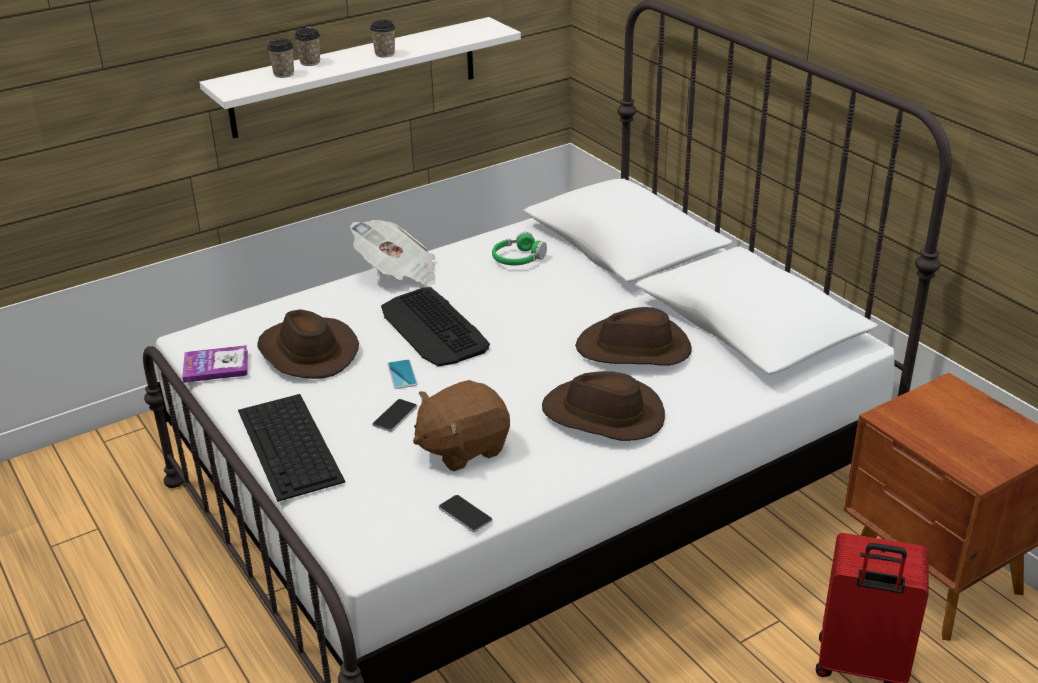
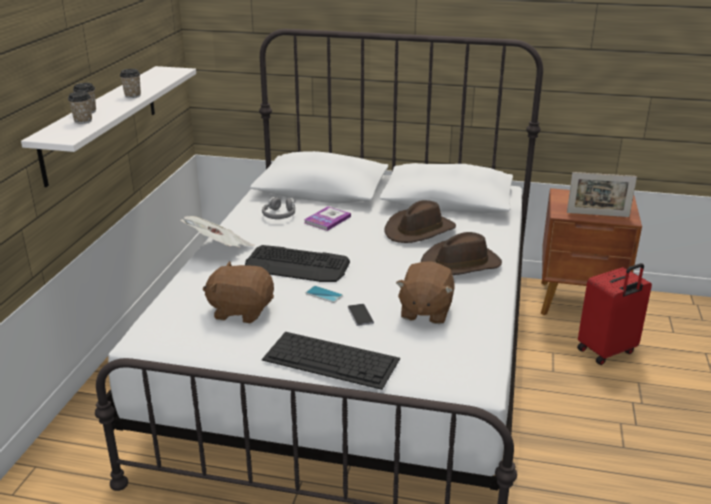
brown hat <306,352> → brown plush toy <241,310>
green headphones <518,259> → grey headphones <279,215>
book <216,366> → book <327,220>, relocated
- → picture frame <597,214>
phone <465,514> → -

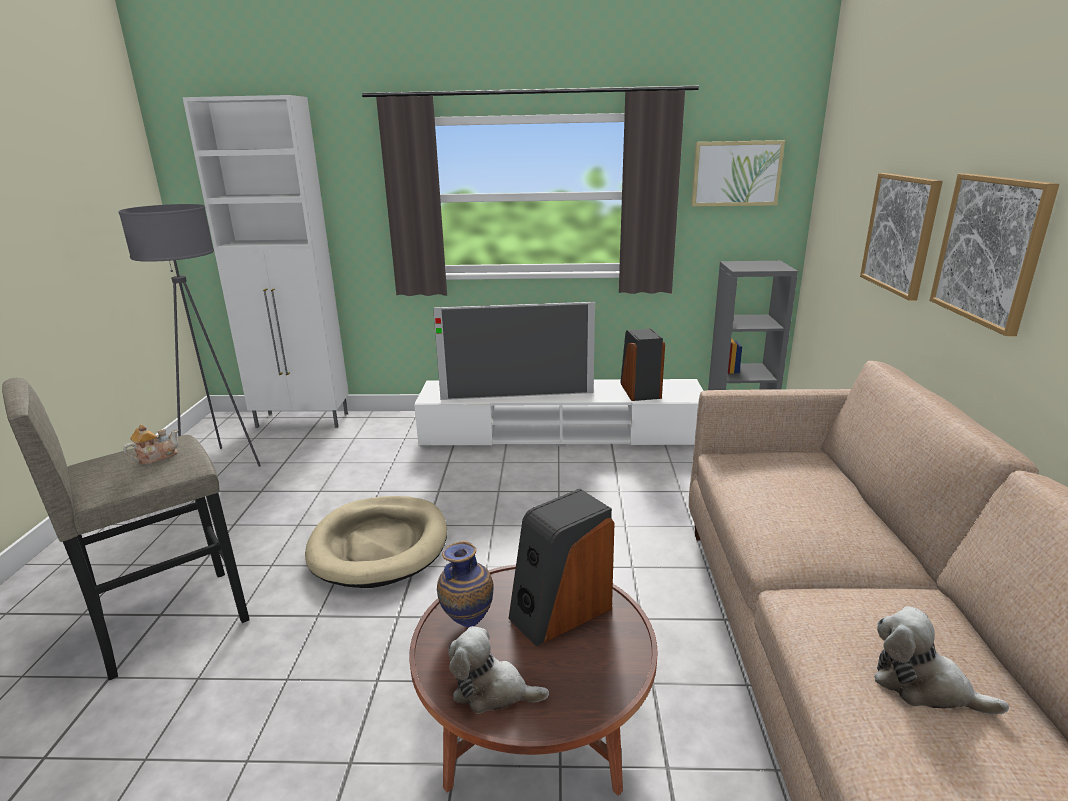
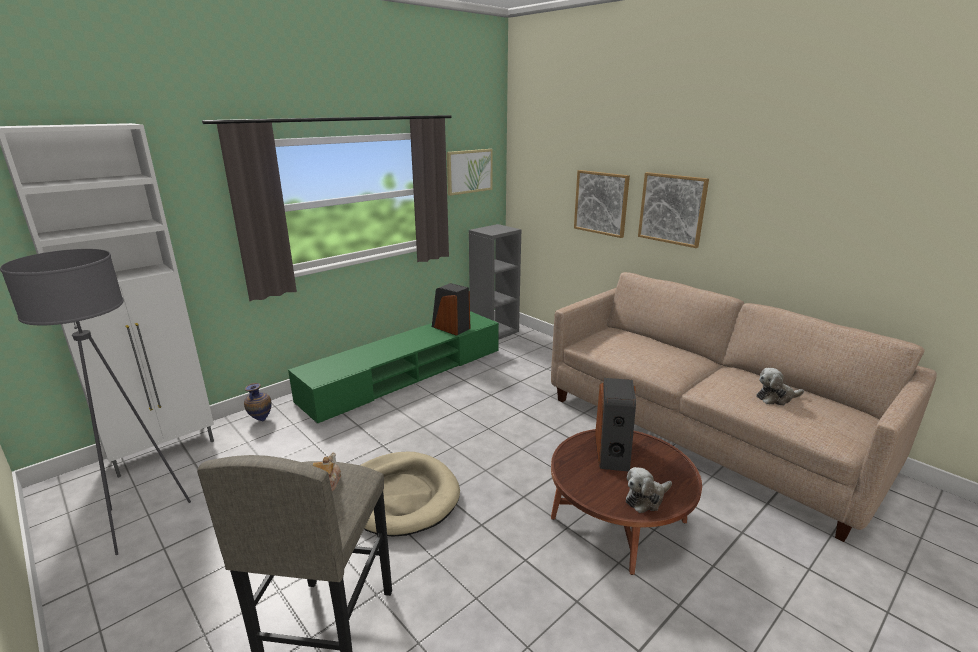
vase <467,623> → vase <260,420>, relocated
white tv stand <561,433> → green tv stand <406,375>
television <517,396> → -

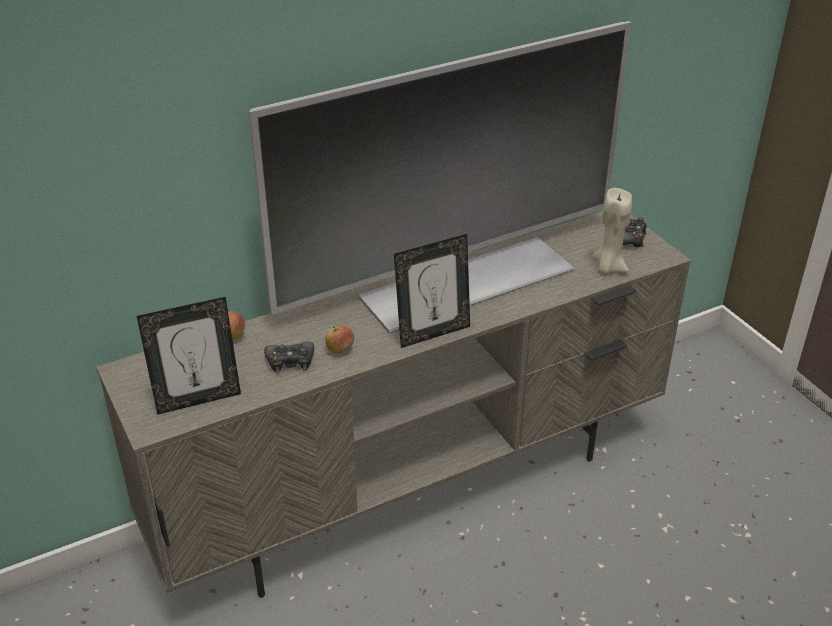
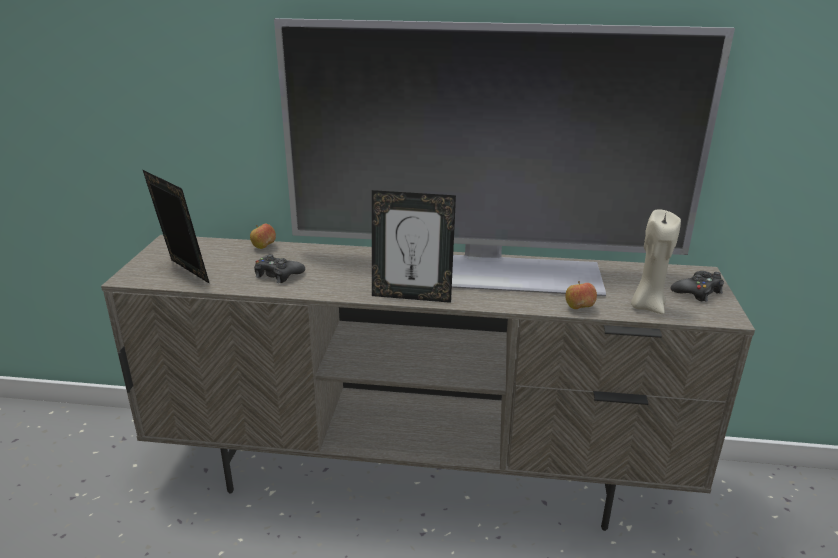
picture frame <198,399> → picture frame <184,273>, 150 degrees counterclockwise
apple <340,349> → apple <579,308>, relocated

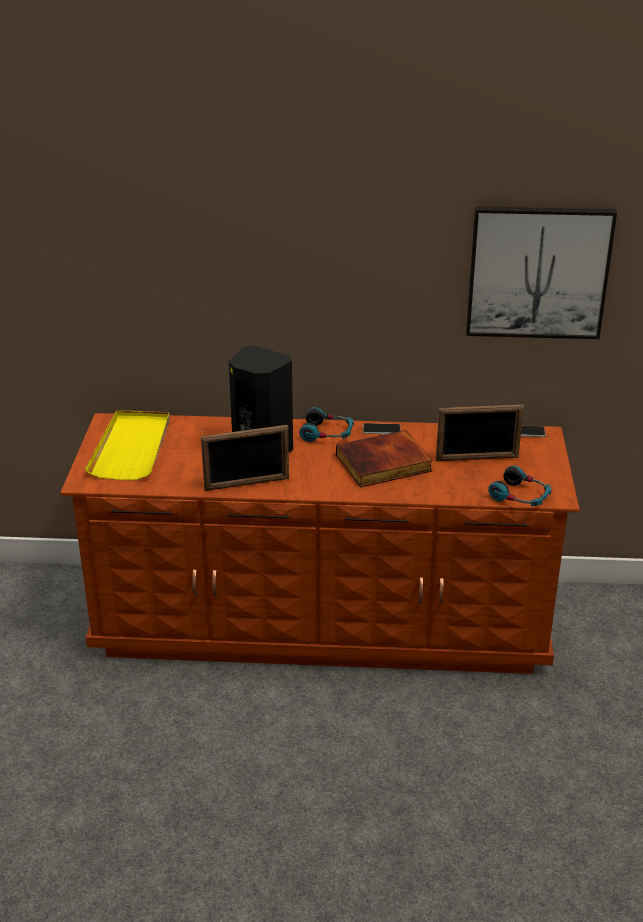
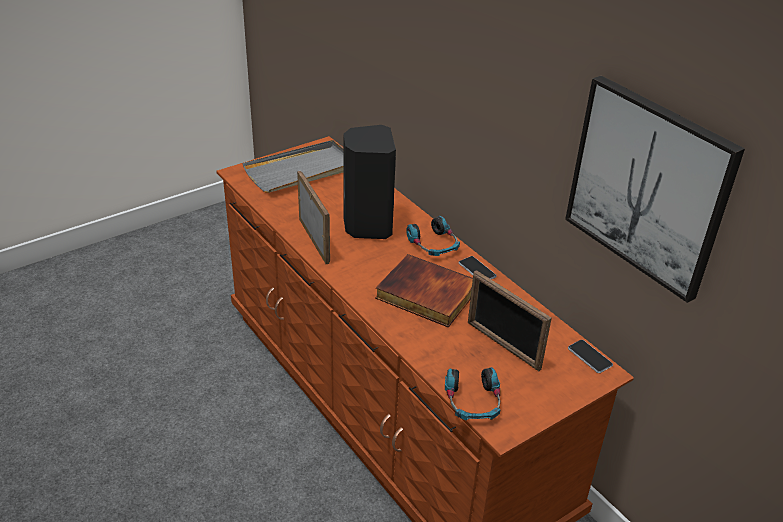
yellow tray <132,448> → grey tray <302,170>
picture frame <247,484> → picture frame <314,240>, 150 degrees counterclockwise

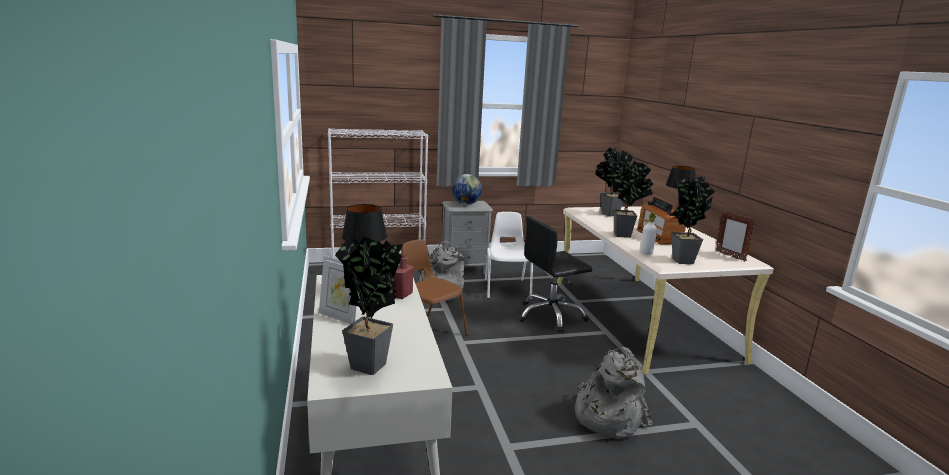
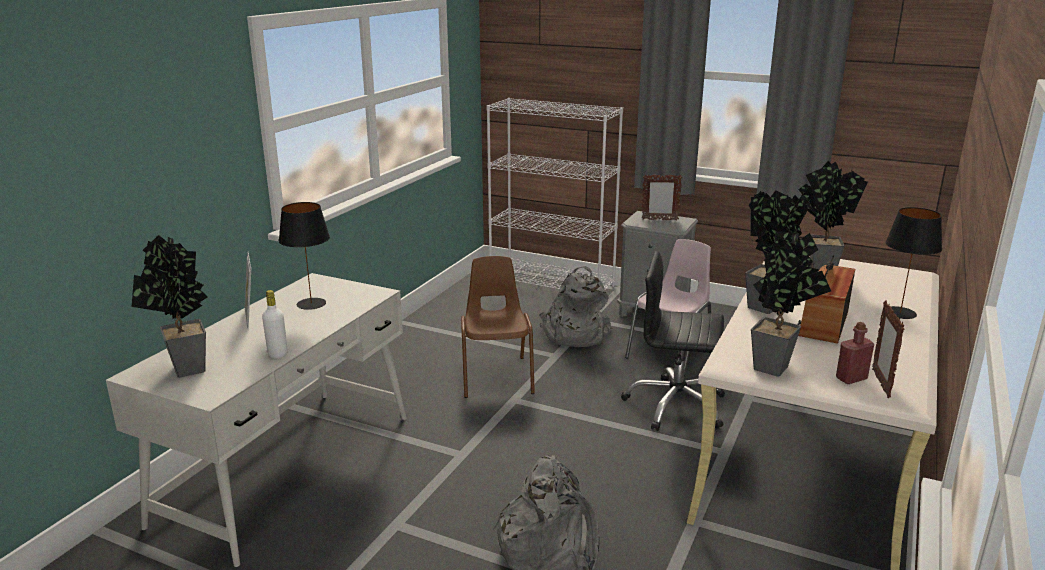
white bottle <646,253> → white bottle <277,354>, relocated
white chair <506,289> → pink chair <671,352>
globe <466,204> → picture frame <659,220>
red bottle <402,295> → red bottle <851,378>, relocated

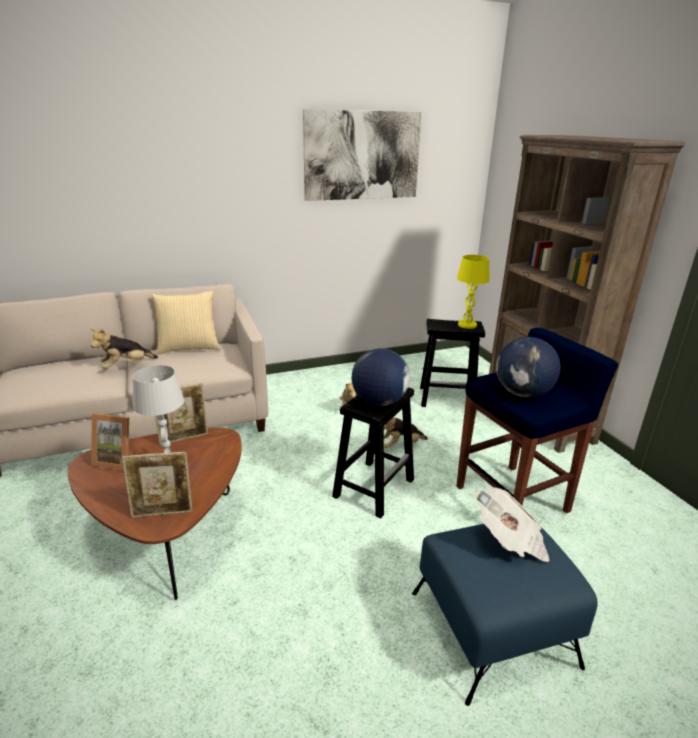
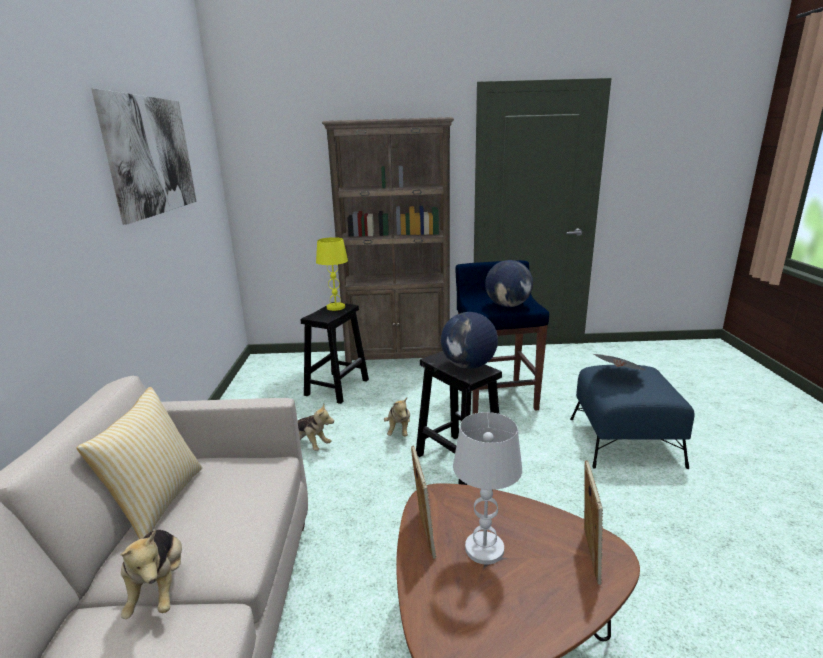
picture frame <117,460> → -

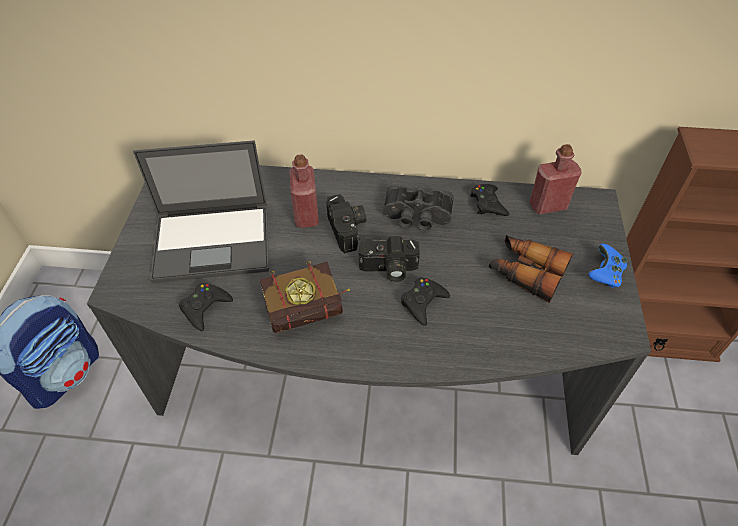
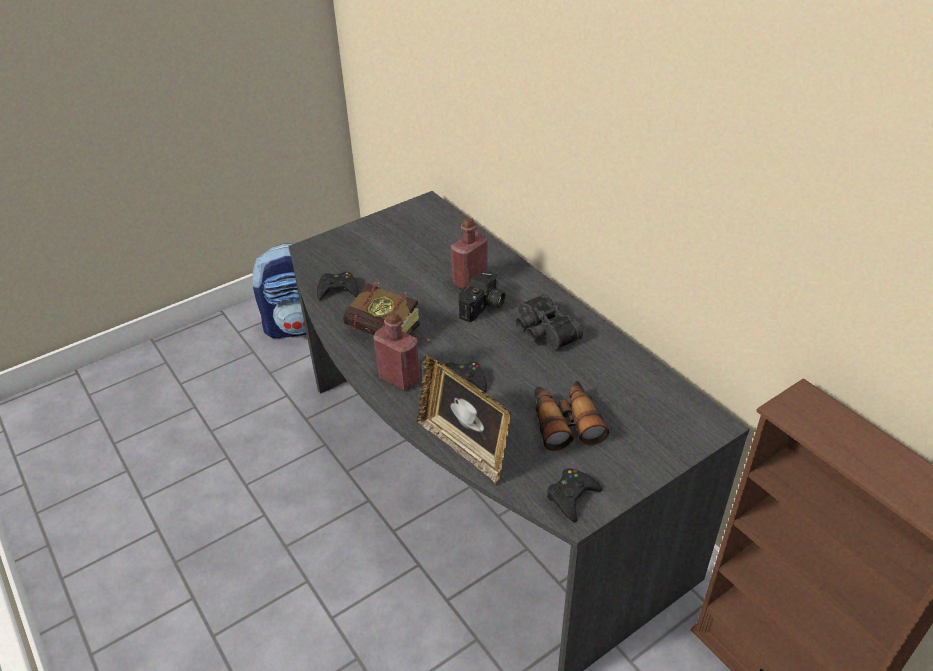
red bottle <548,205> → red bottle <399,378>, relocated
- → picture frame <464,446>
black game controller <488,204> → black game controller <572,497>, relocated
laptop <214,242> → -
photo camera <388,269> → -
blue game controller <604,275> → -

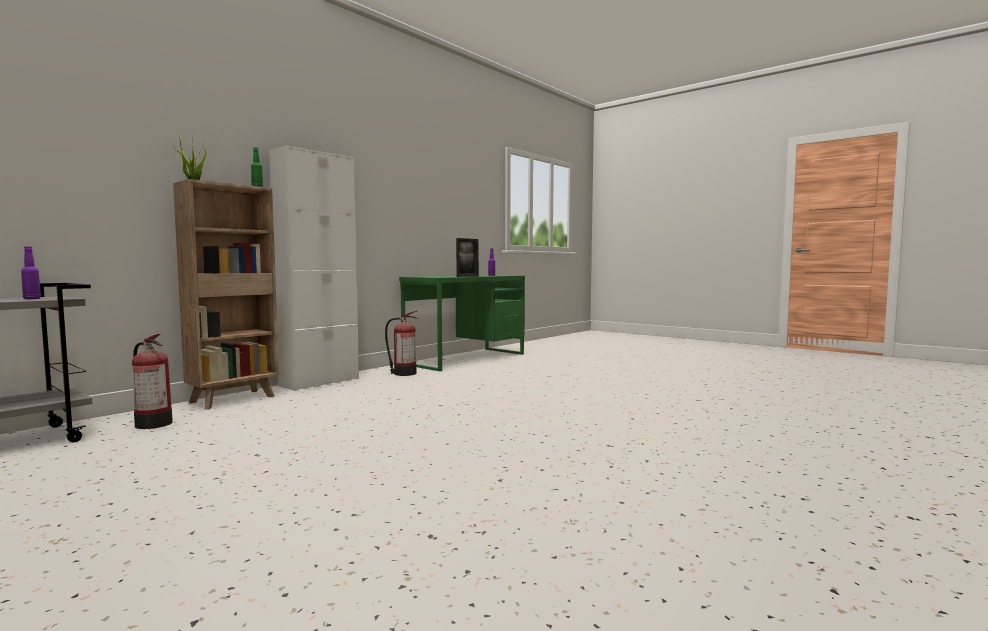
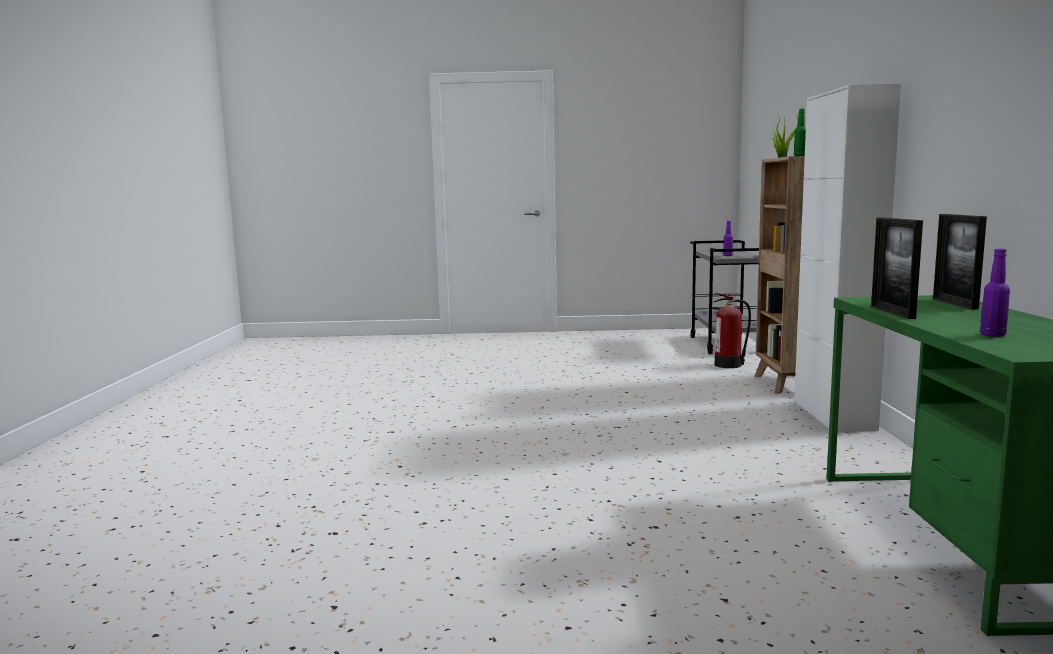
- → picture frame <954,303>
fire extinguisher <403,373> → -

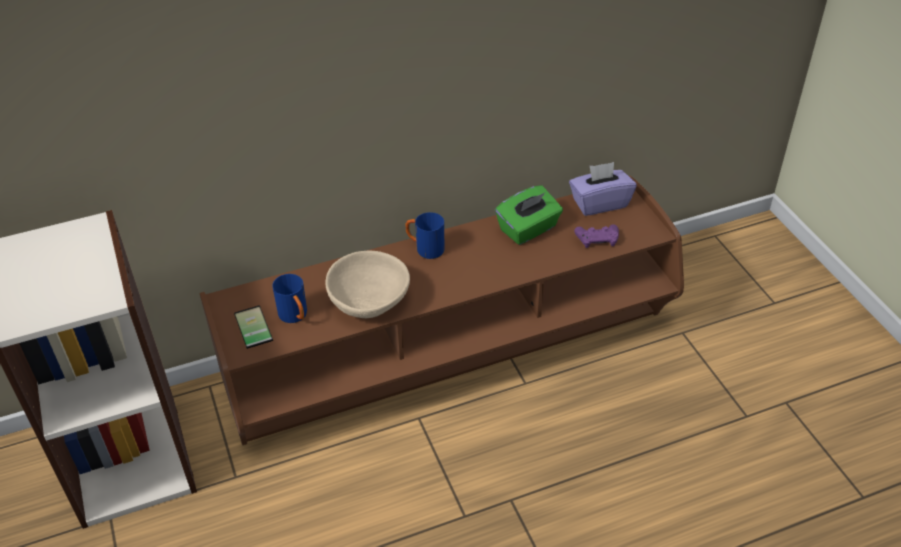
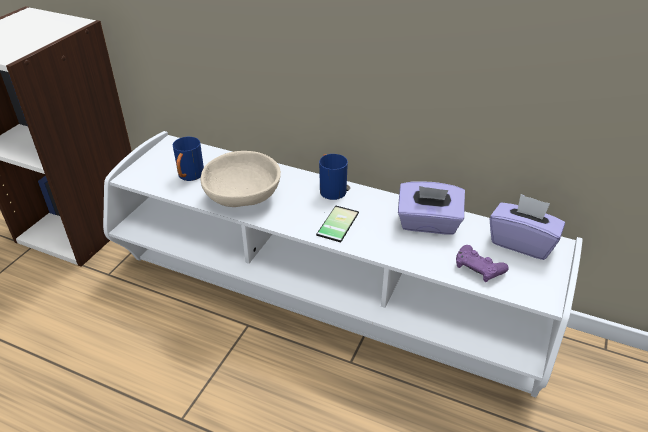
brown tv stand <452,356> → white tv stand <325,302>
phone <250,328> → phone <335,223>, relocated
green tissue box <528,229> → purple tissue box <428,224>

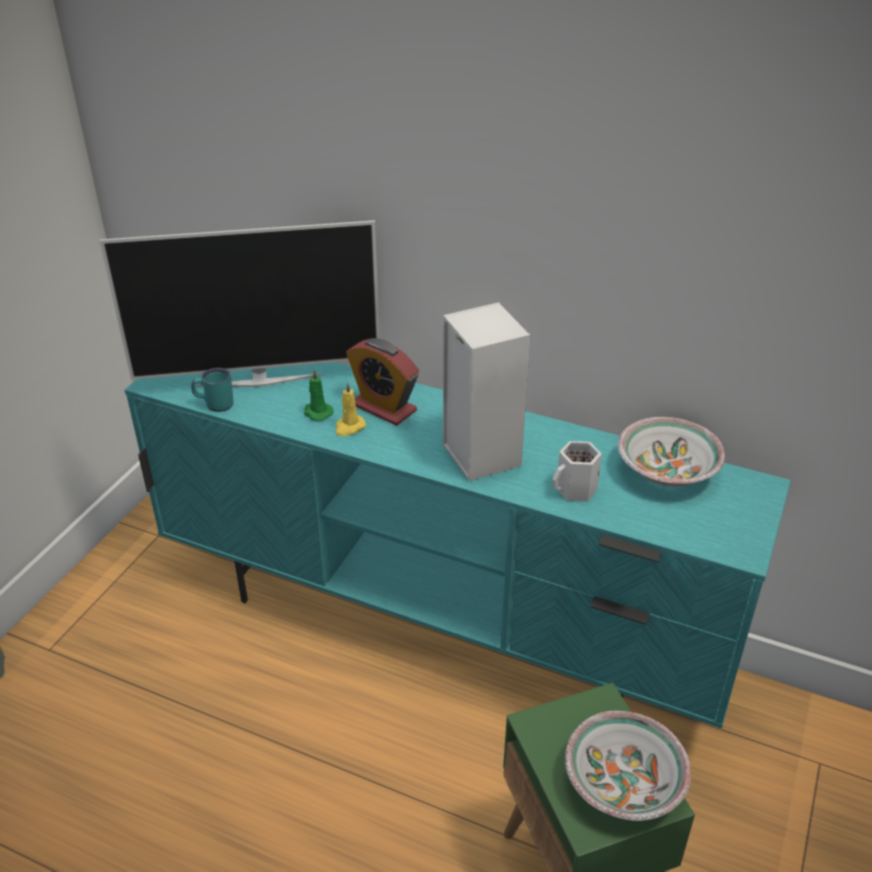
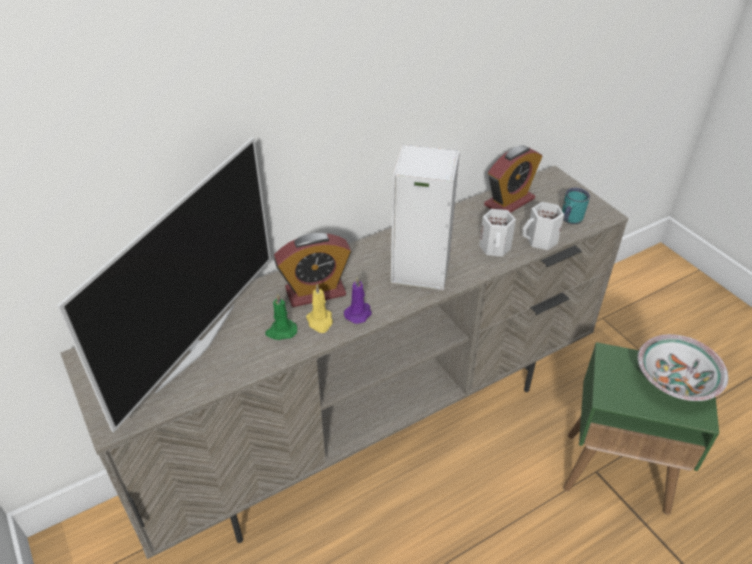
turquoise tv stand <440,627> → beige tv stand <376,427>
- → purple candle <359,313>
bowl <667,470> → alarm clock <509,202>
- → white mug <540,241>
turquoise mug <215,404> → turquoise mug <569,220>, relocated

